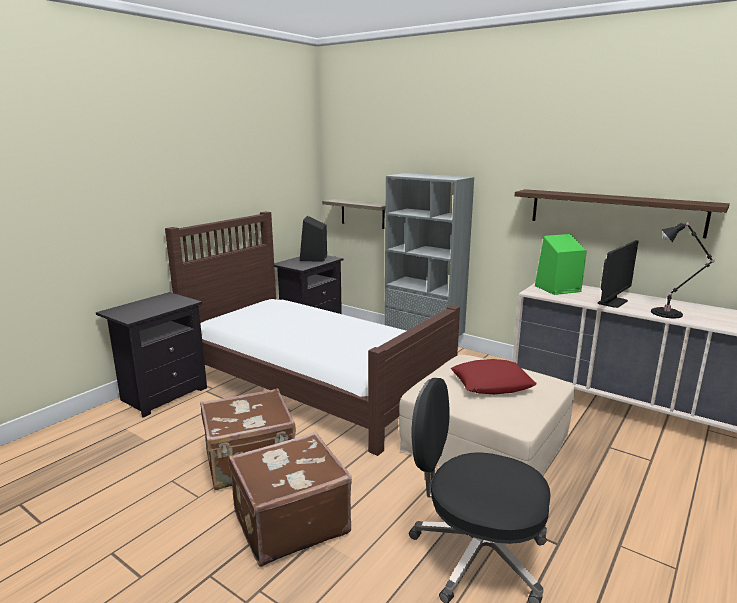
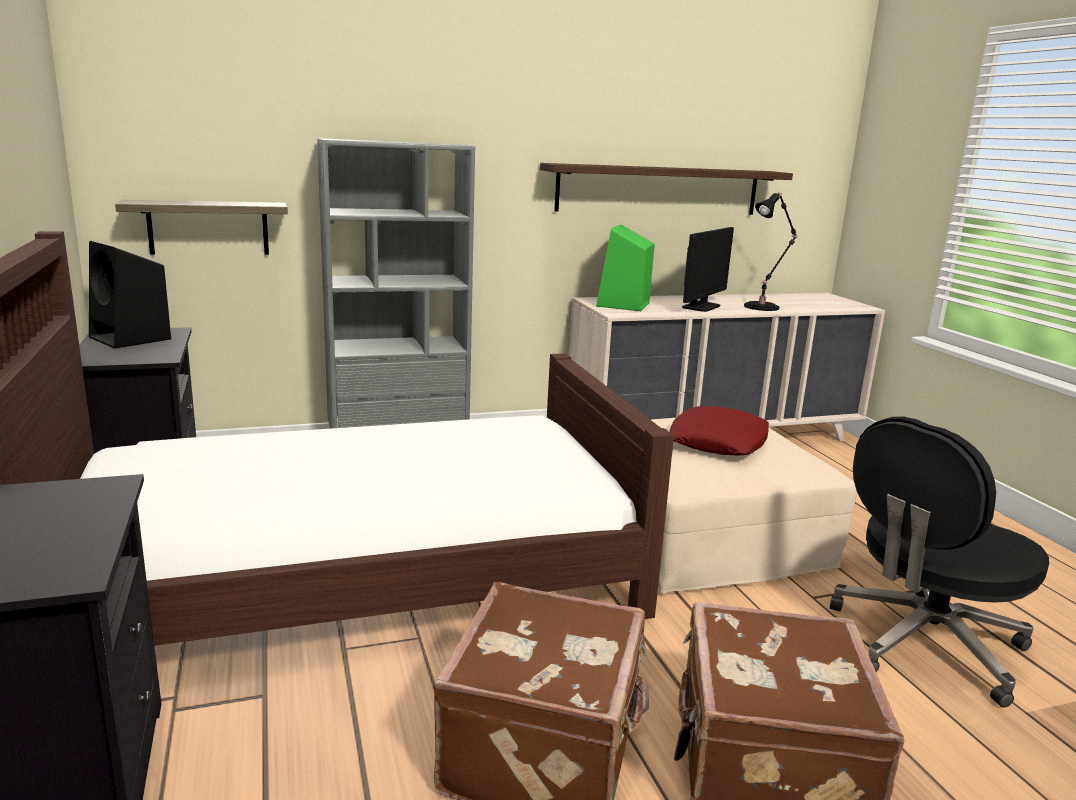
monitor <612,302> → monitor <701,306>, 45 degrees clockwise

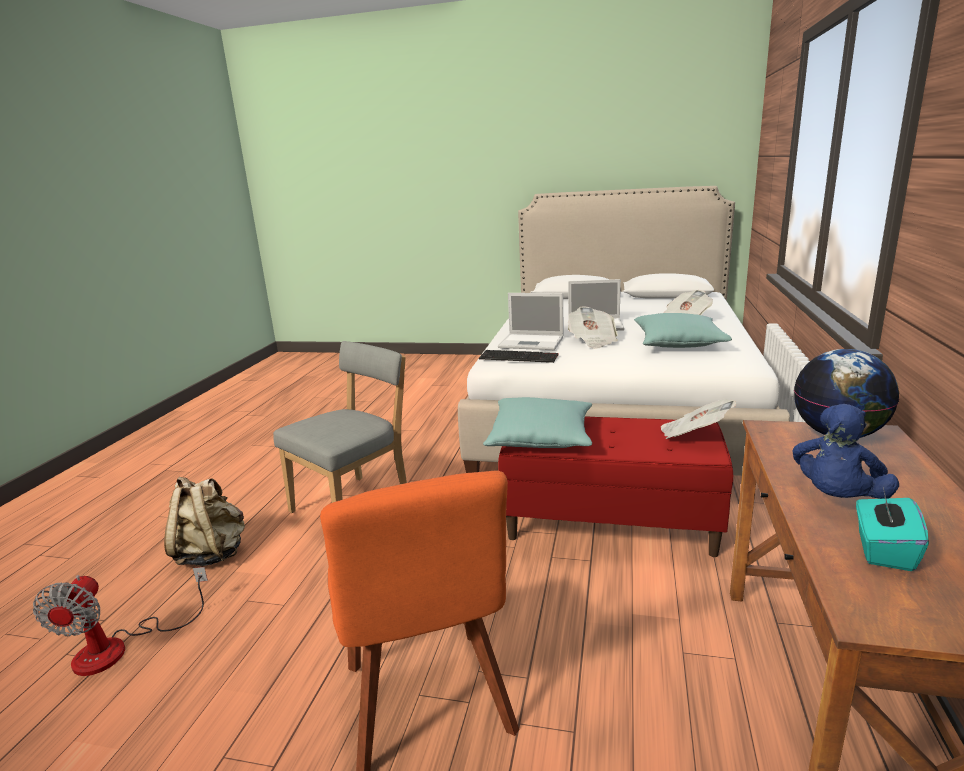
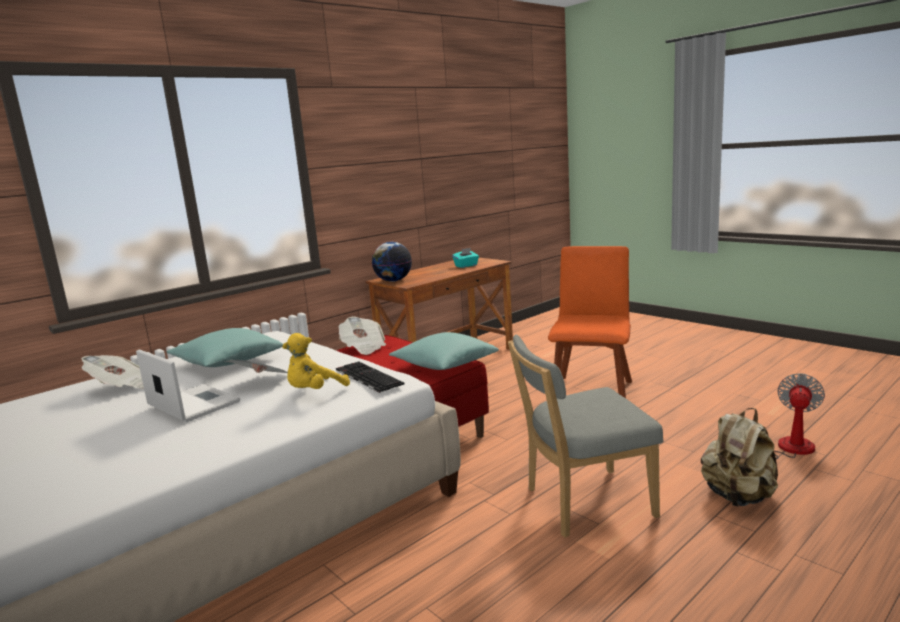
laptop <532,342> → yellow plush toy <314,391>
blue plush toy <836,498> → -

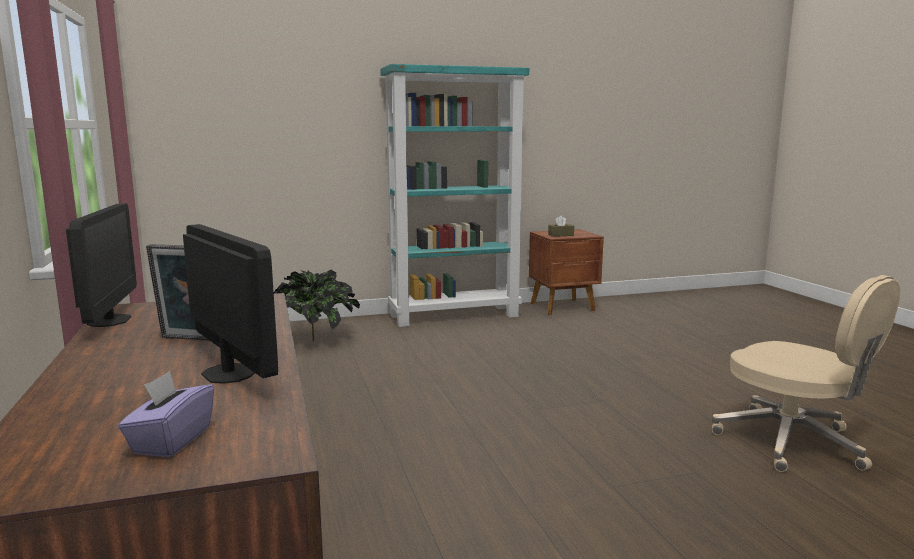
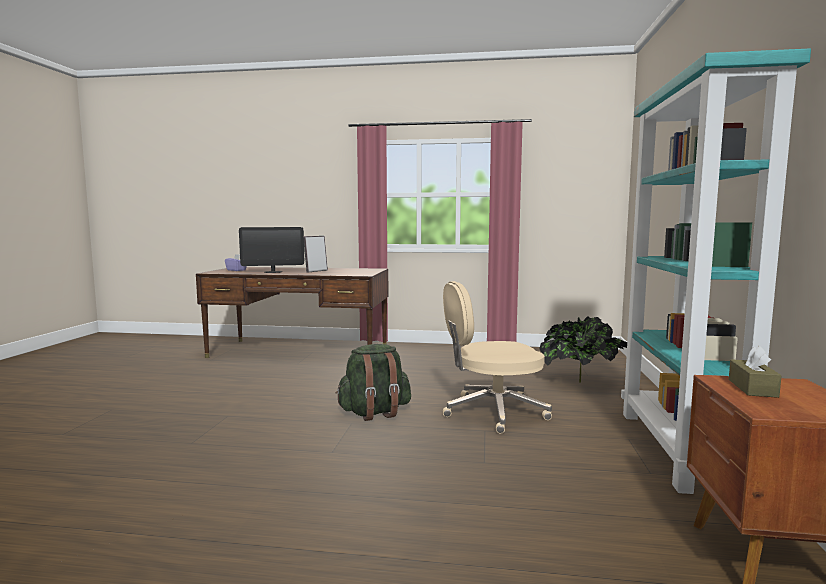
- → green backpack <374,413>
beige office chair <792,442> → beige office chair <492,412>, relocated
monitor <109,320> → -

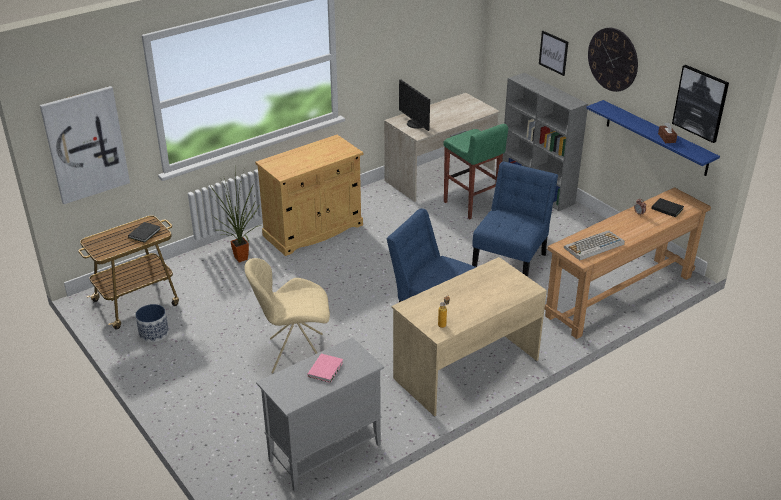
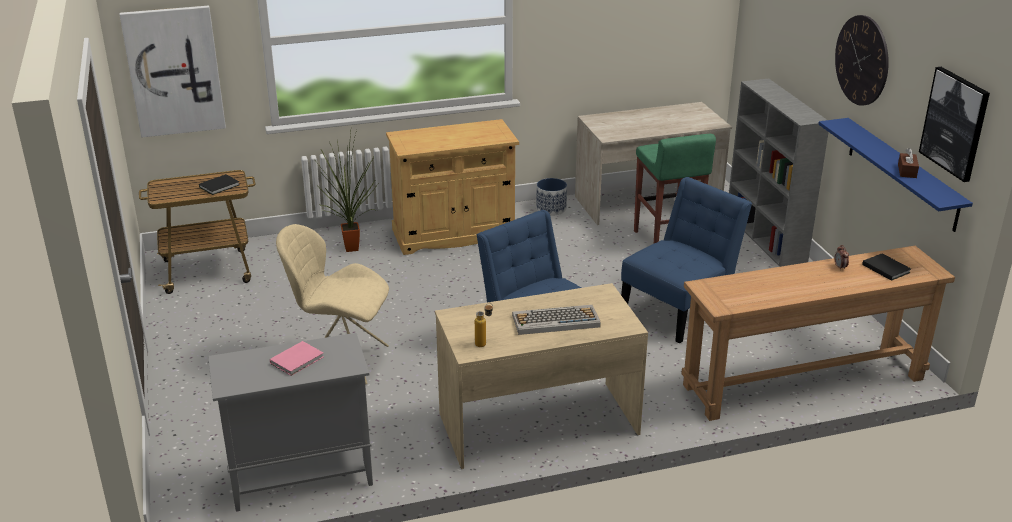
keyboard <593,246> → keyboard <555,321>, relocated
planter <154,333> → planter <551,209>, relocated
monitor <415,124> → -
picture <553,53> → -

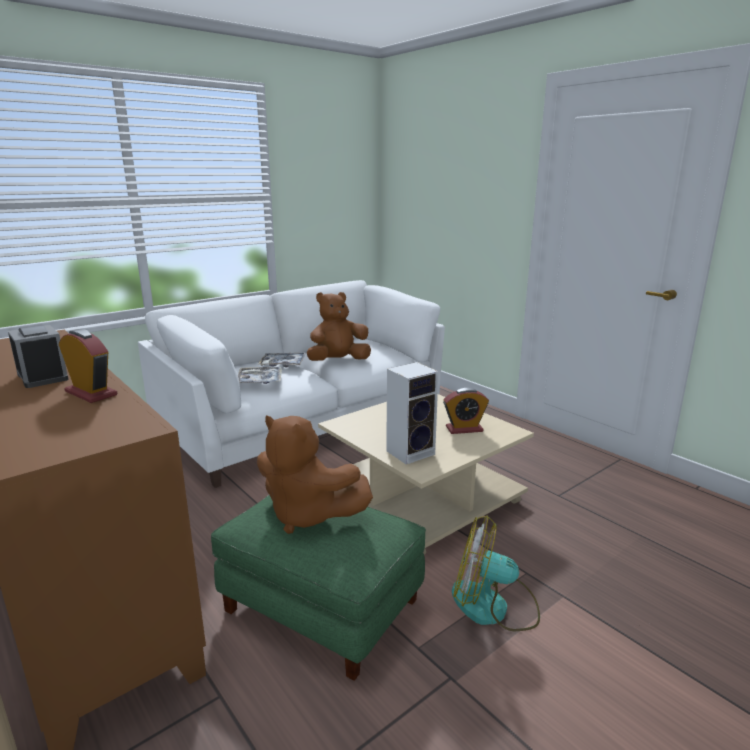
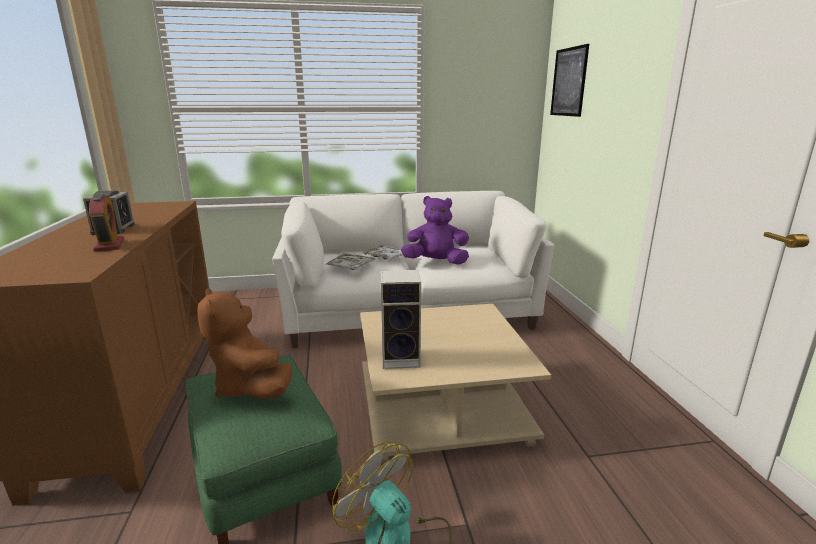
brown plush toy <338,361> → purple plush toy <436,262>
- → picture <569,82>
alarm clock <464,429> → -

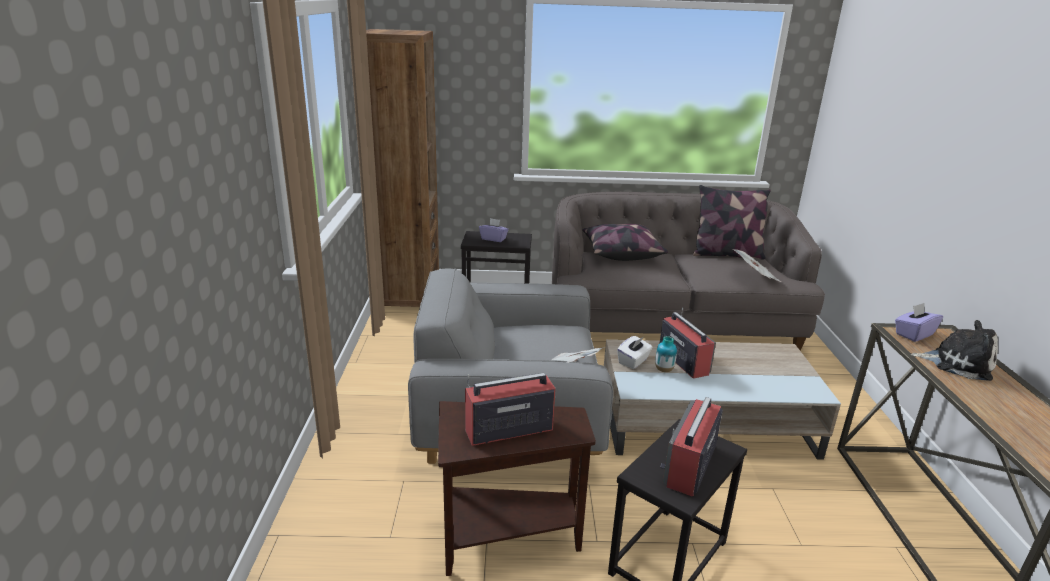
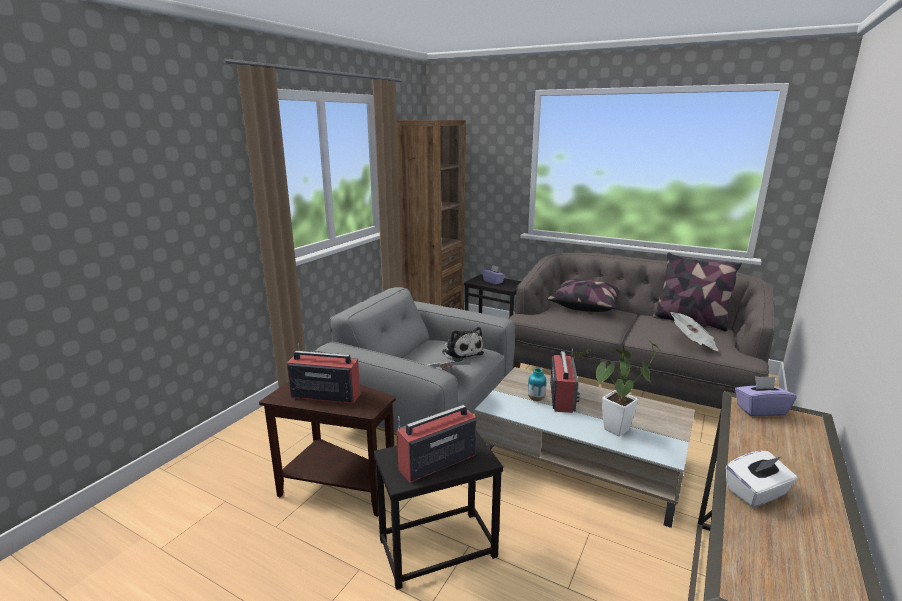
plush toy <957,363> → plush toy <461,352>, relocated
- → potted plant <612,432>
white tissue box <633,361> → white tissue box <756,493>, relocated

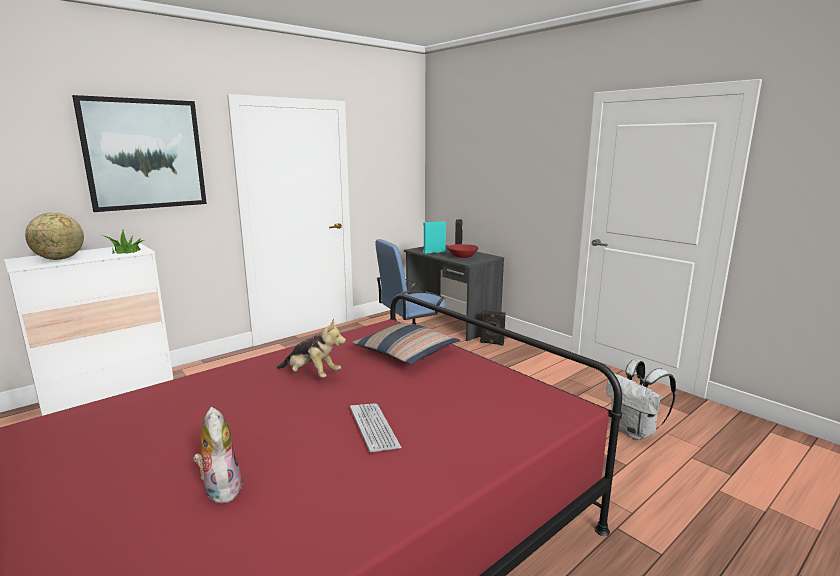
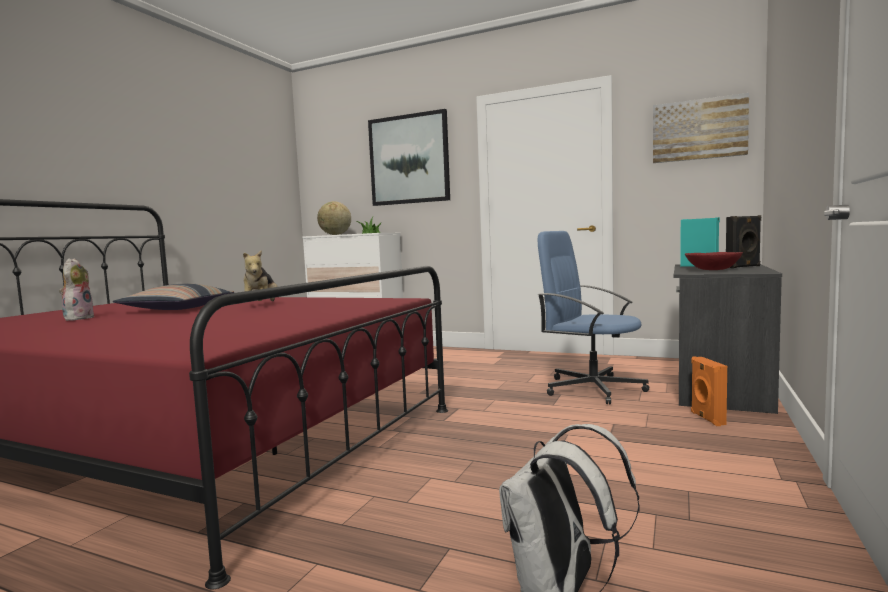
plush toy <220,489> → plush toy <78,318>, 45 degrees counterclockwise
pillow <406,352> → pillow <177,308>, relocated
- → picture <699,130>
black speaker <491,343> → orange speaker <706,418>
keyboard <374,427> → -

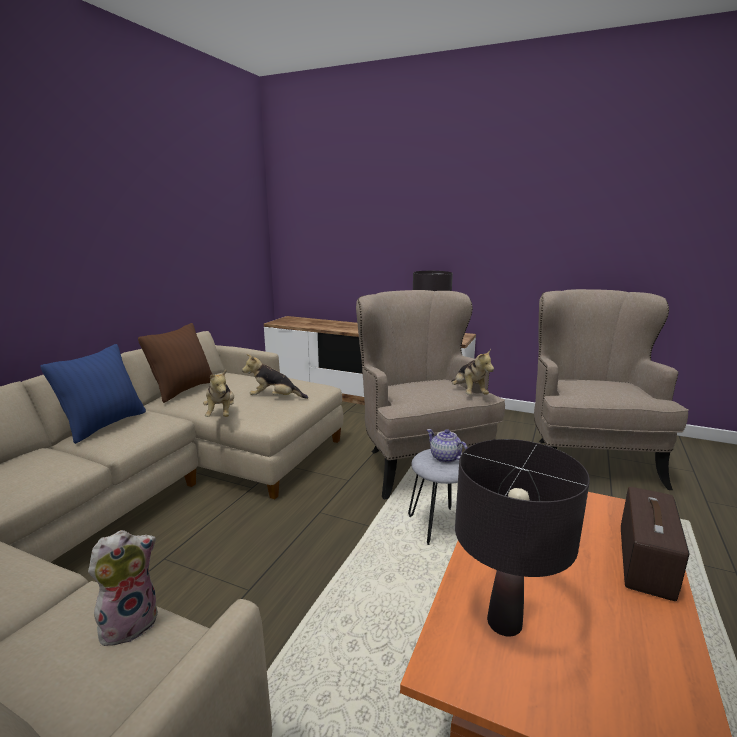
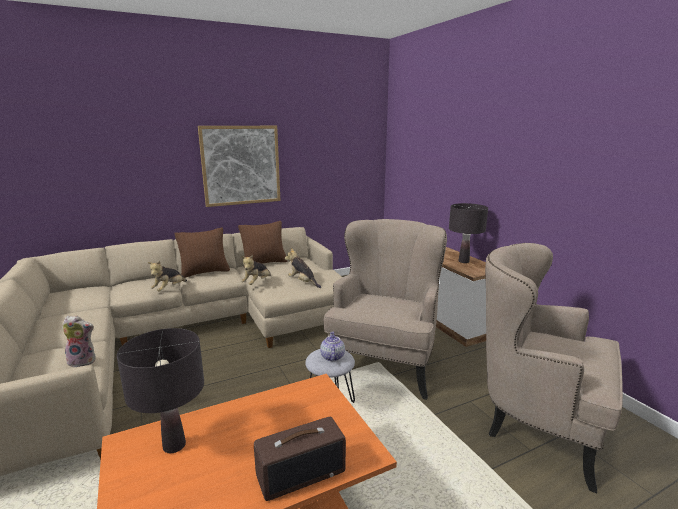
plush toy <468,393> → plush toy <169,289>, relocated
blue pillow <105,425> → brown pillow <205,272>
- → picture <241,165>
beige armchair <586,459> → beige armchair <536,424>, 105 degrees counterclockwise

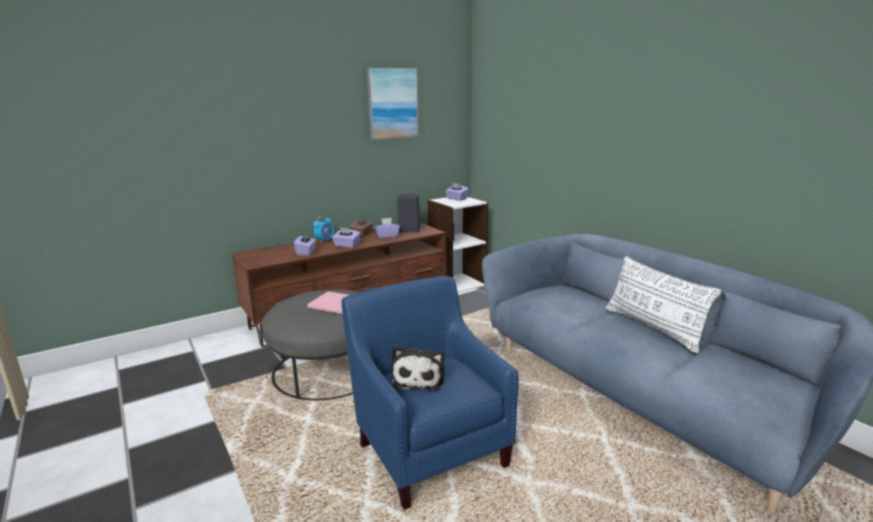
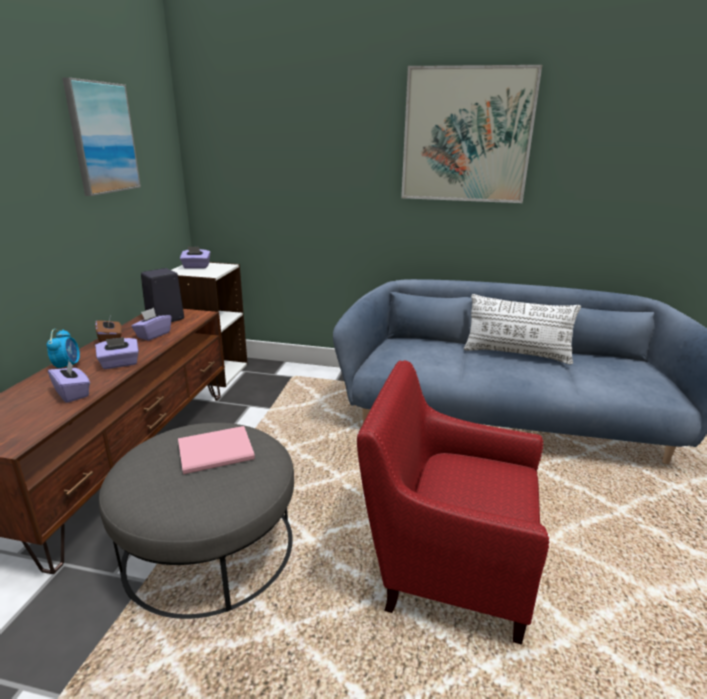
blue armchair <430,448> → red armchair <446,564>
- → picture <466,136>
plush toy <419,378> → -

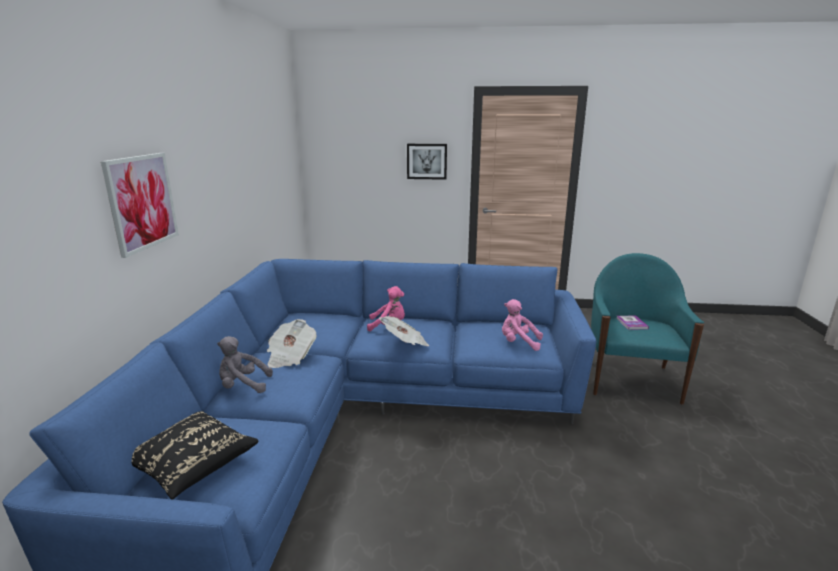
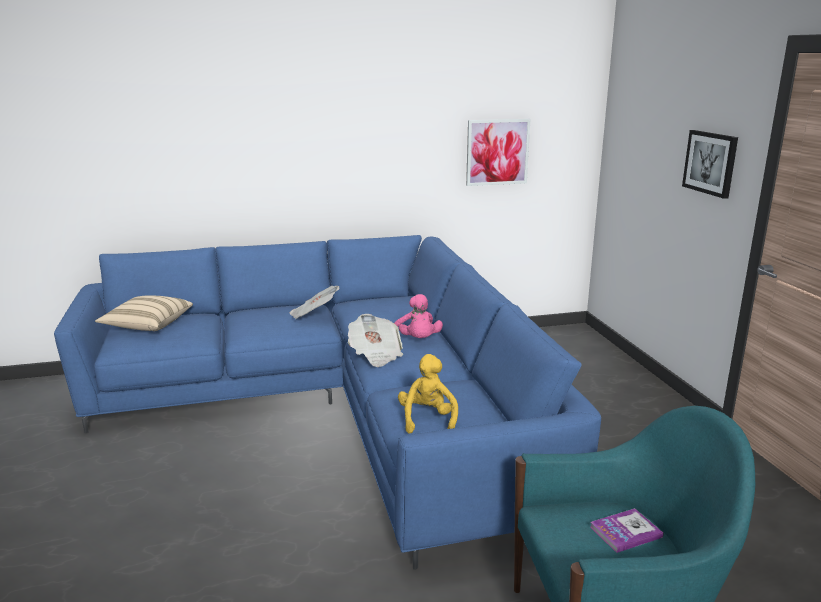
black pillow <192,466> → beige pillow <147,325>
pink plush toy <518,343> → yellow plush toy <427,420>
picture <142,202> → picture <497,152>, relocated
grey plush toy <243,386> → -

